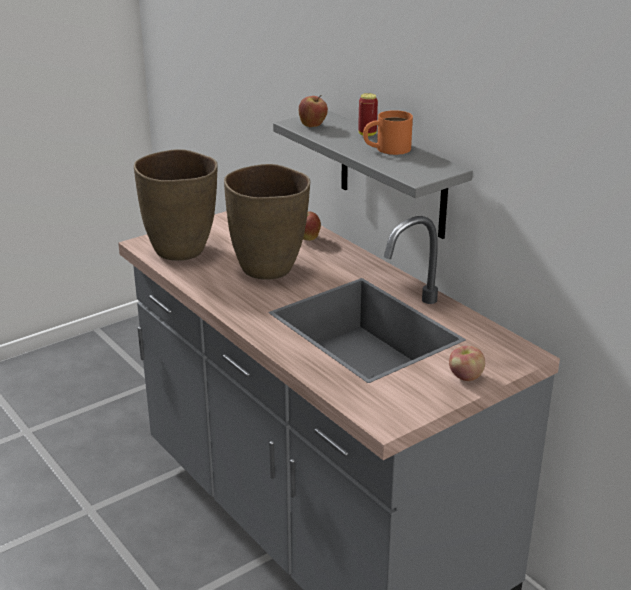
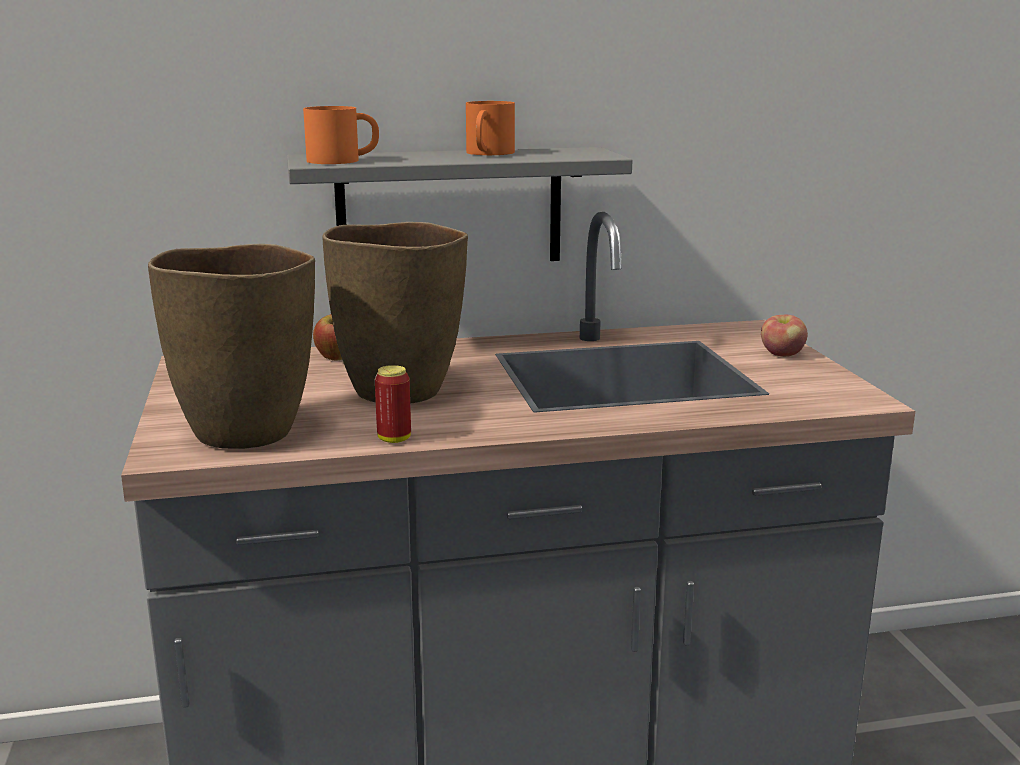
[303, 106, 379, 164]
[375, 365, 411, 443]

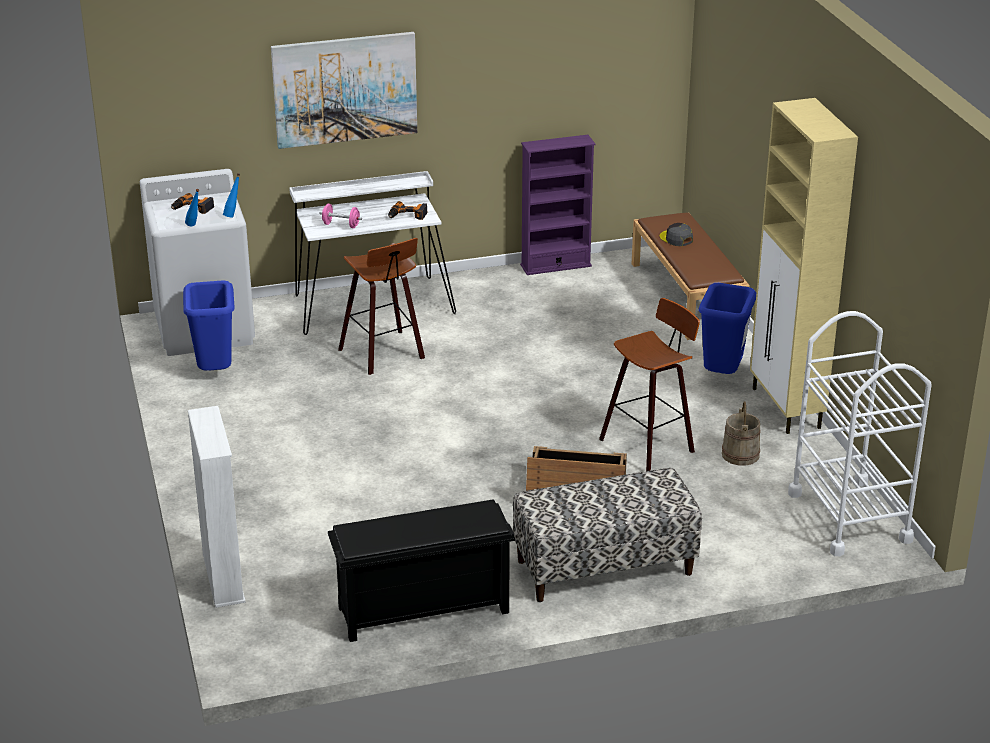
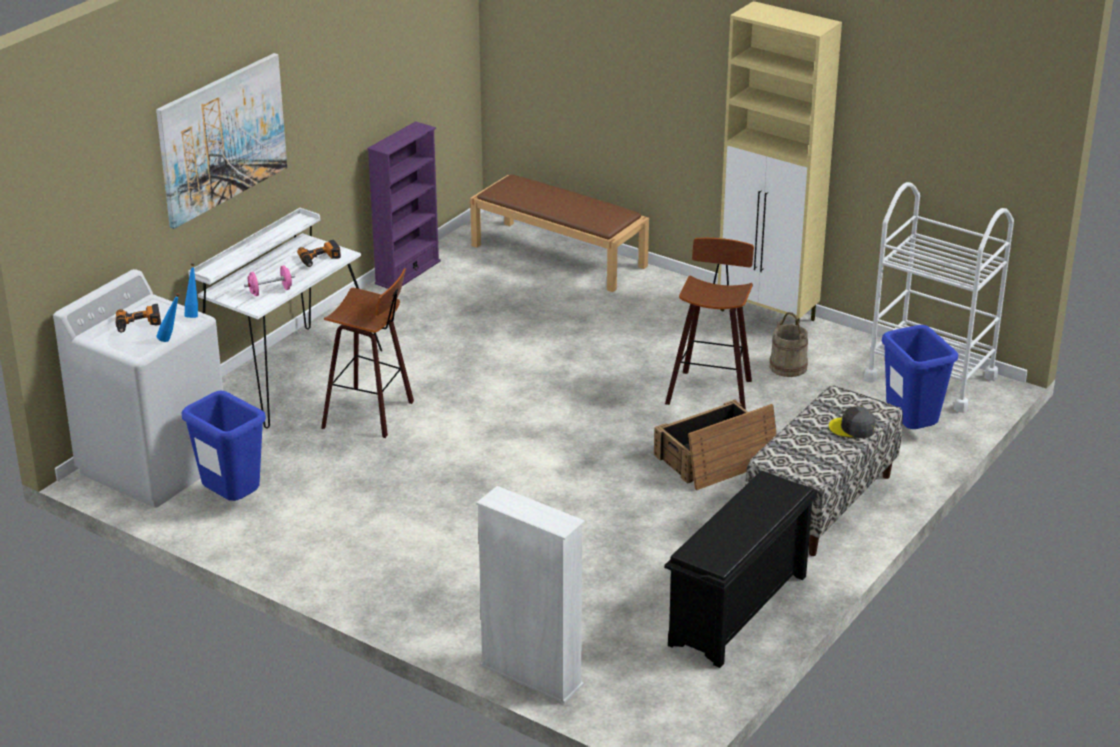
[829, 406, 876, 438]
[882, 325, 958, 429]

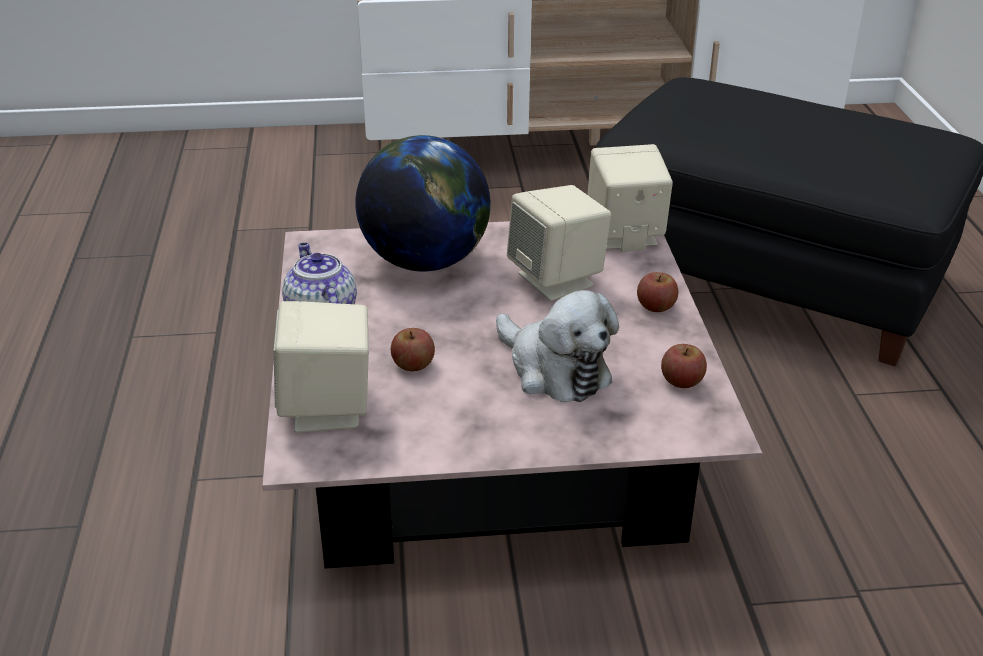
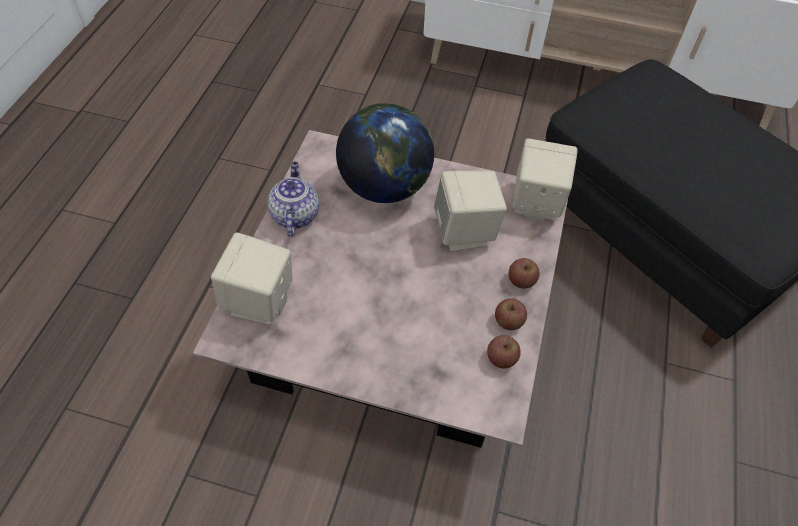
[495, 298, 527, 330]
[496, 290, 619, 402] (first image)

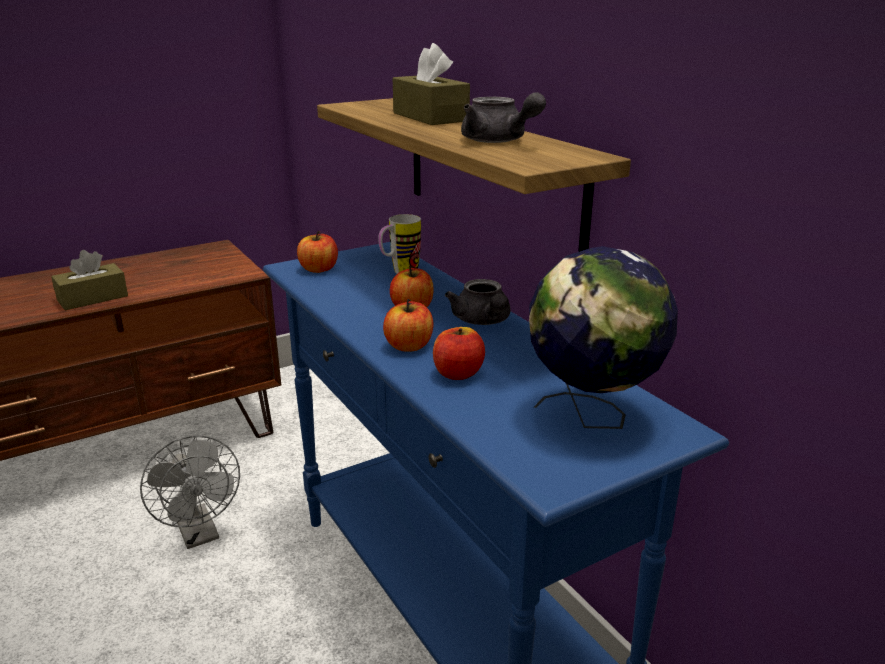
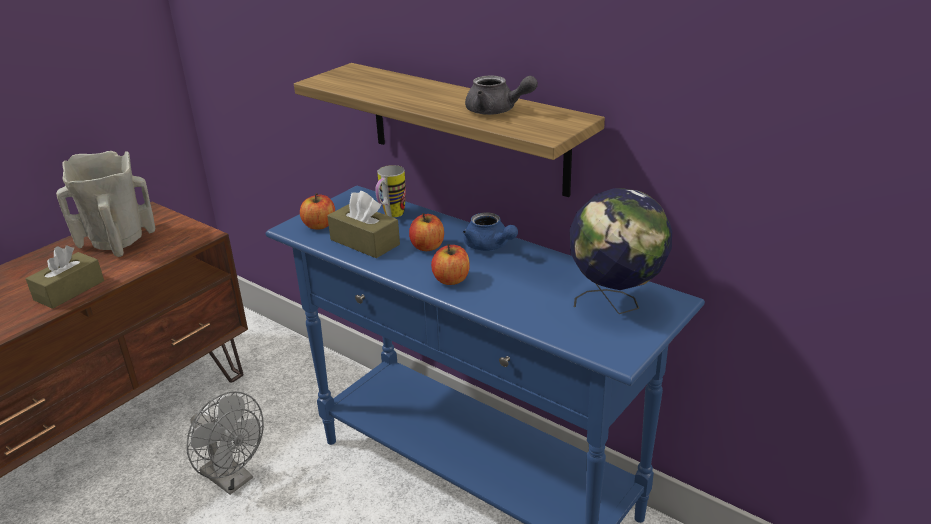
[56, 151, 155, 257]
[327, 191, 400, 258]
[462, 212, 518, 251]
[433, 327, 485, 380] (first image)

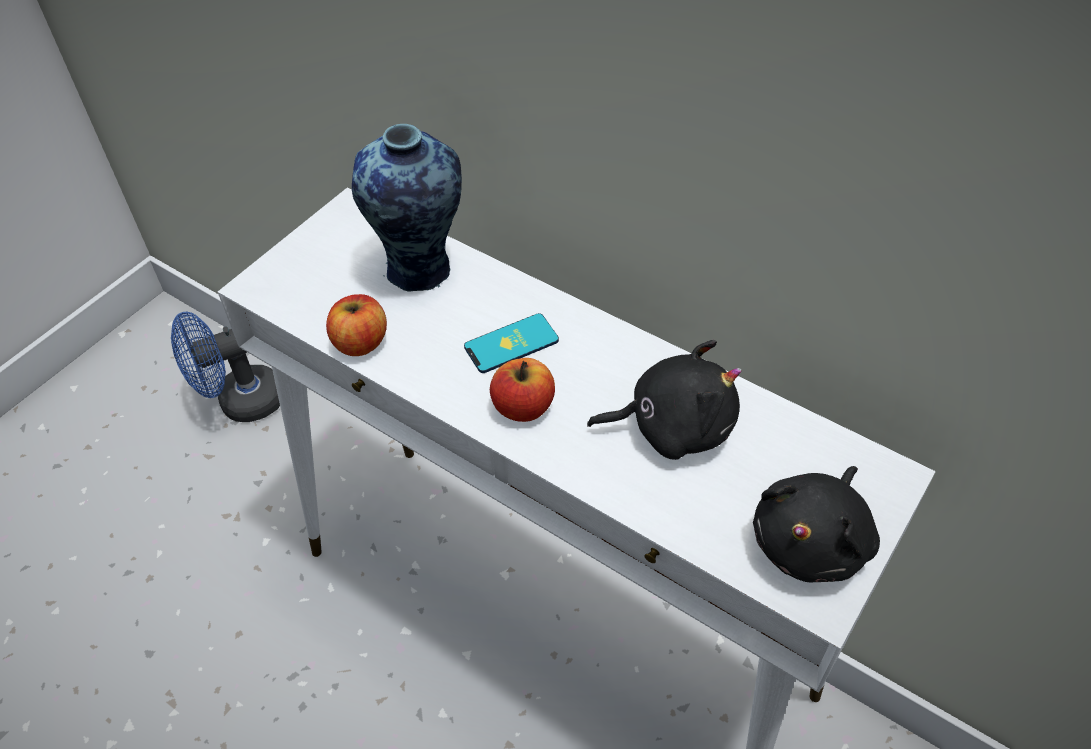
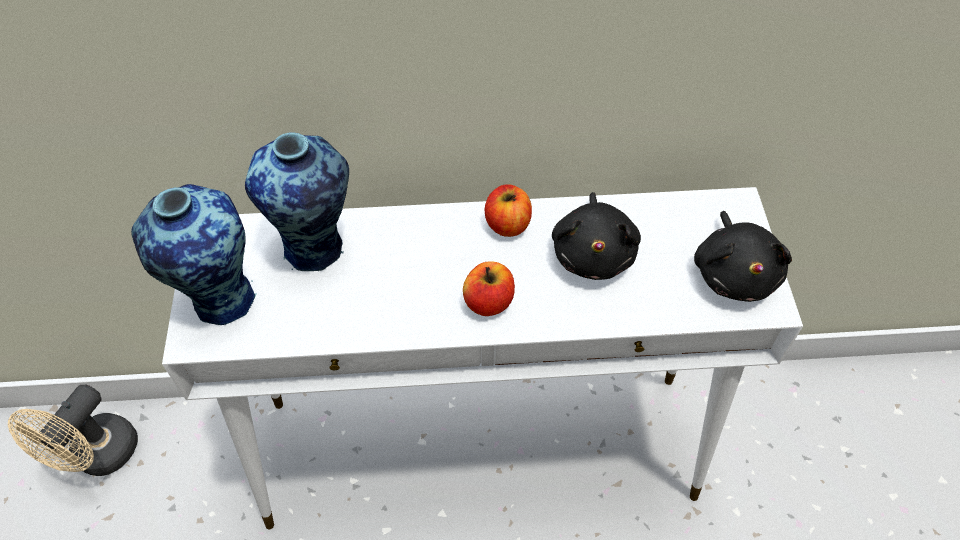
[8, 384, 138, 476]
[131, 184, 257, 325]
[485, 184, 532, 237]
[552, 192, 641, 280]
[464, 313, 559, 373] (first image)

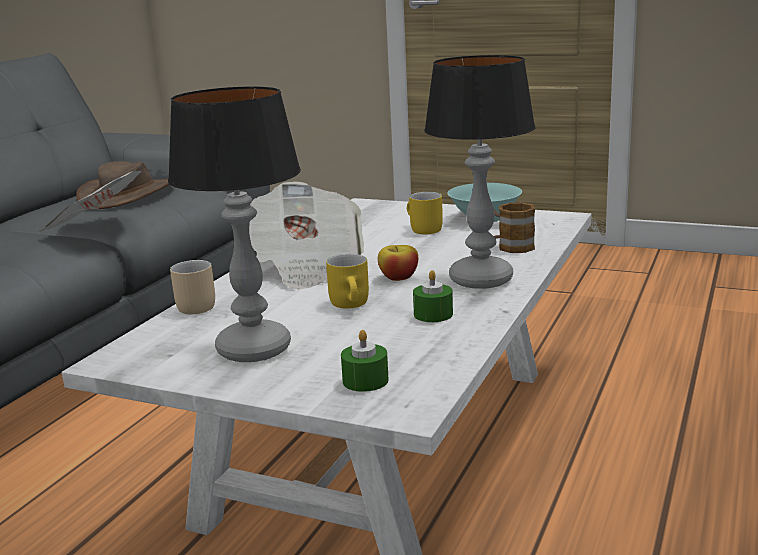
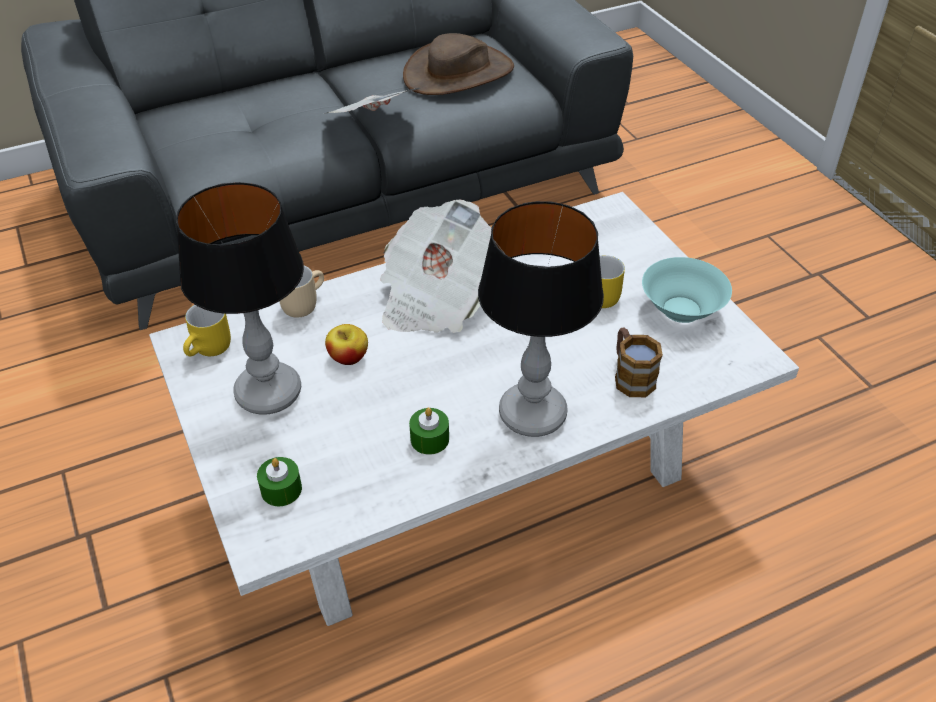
[183, 305, 231, 356]
[325, 324, 368, 365]

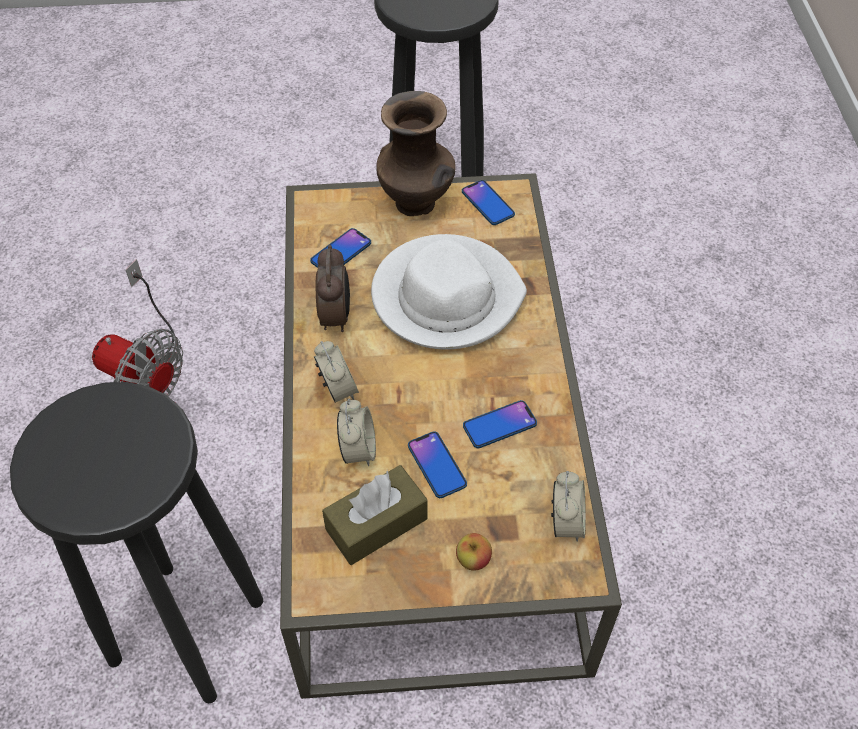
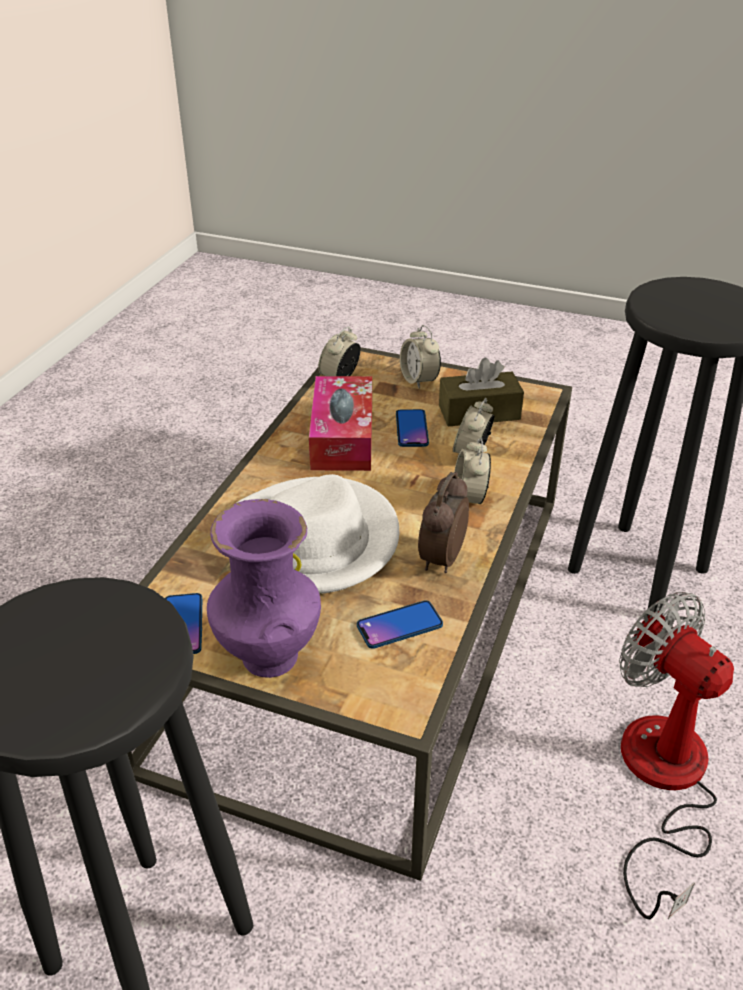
[207, 499, 321, 678]
[309, 376, 372, 471]
[400, 325, 441, 389]

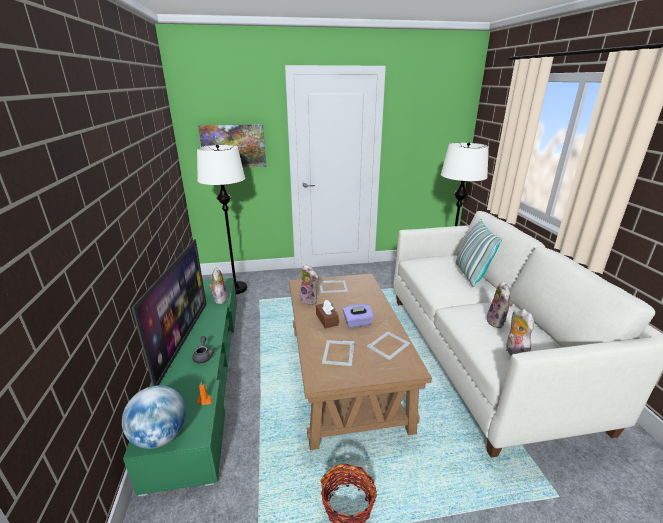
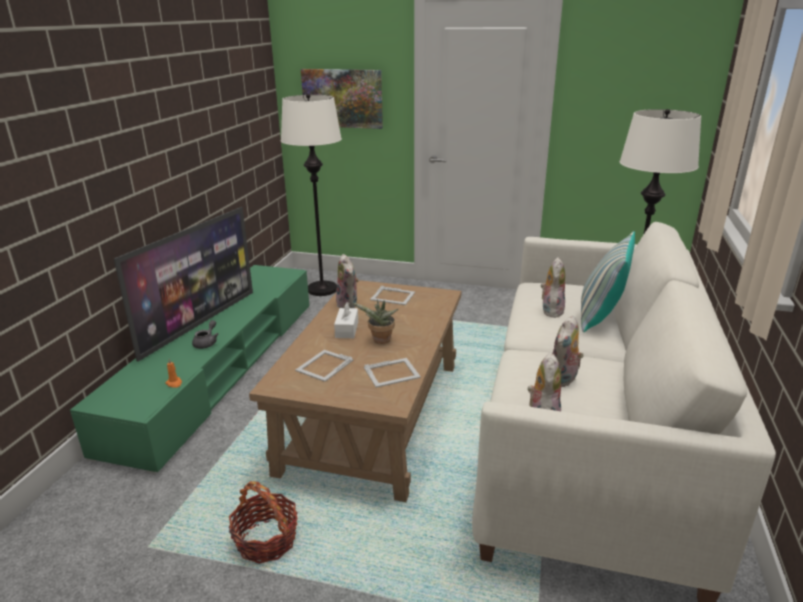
[334, 302, 358, 338]
[352, 299, 398, 344]
[541, 257, 565, 318]
[122, 385, 186, 449] (first image)

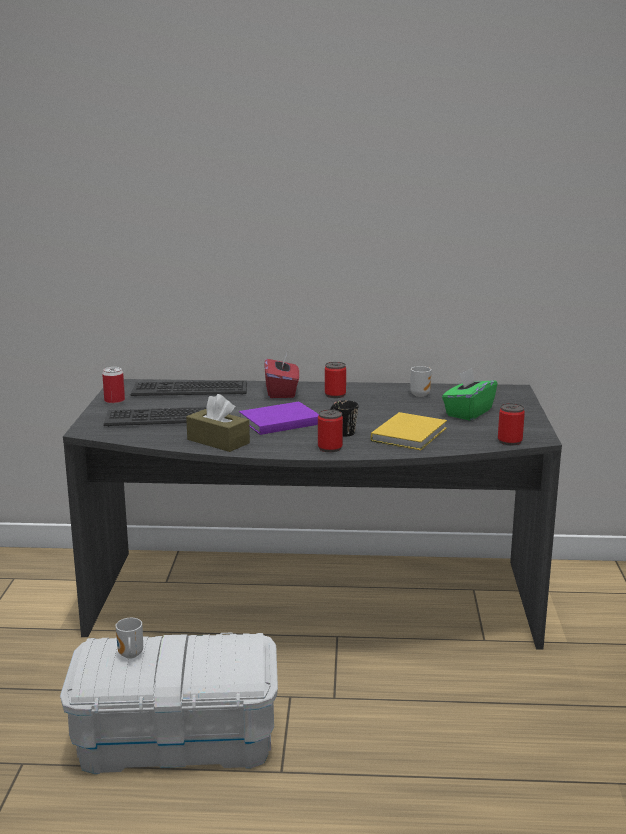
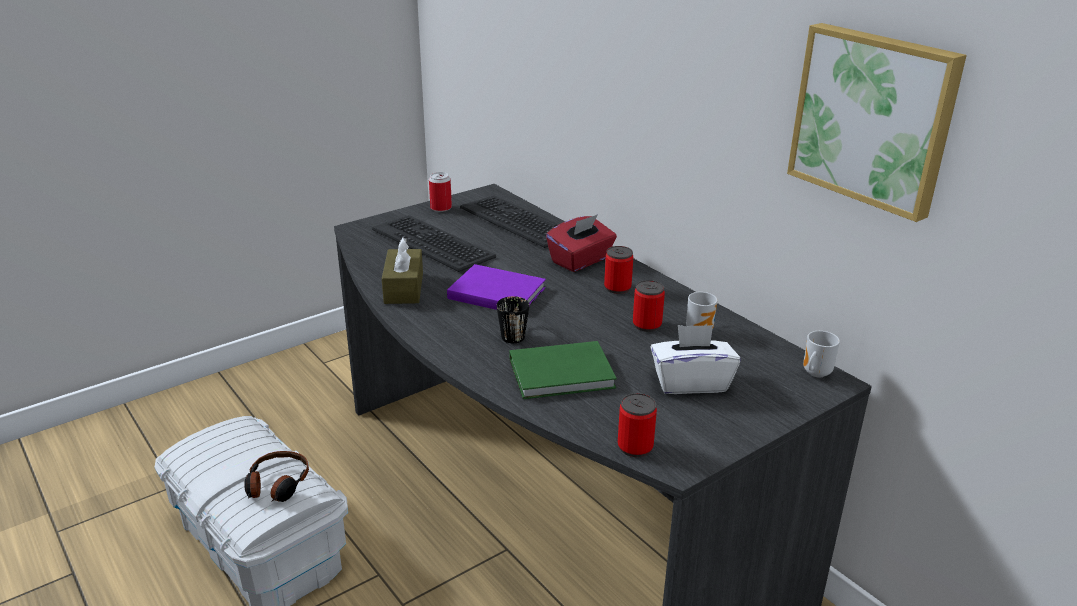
[244, 451, 309, 502]
[510, 341, 617, 399]
[633, 280, 665, 332]
[651, 325, 740, 394]
[787, 23, 967, 222]
[803, 331, 840, 378]

